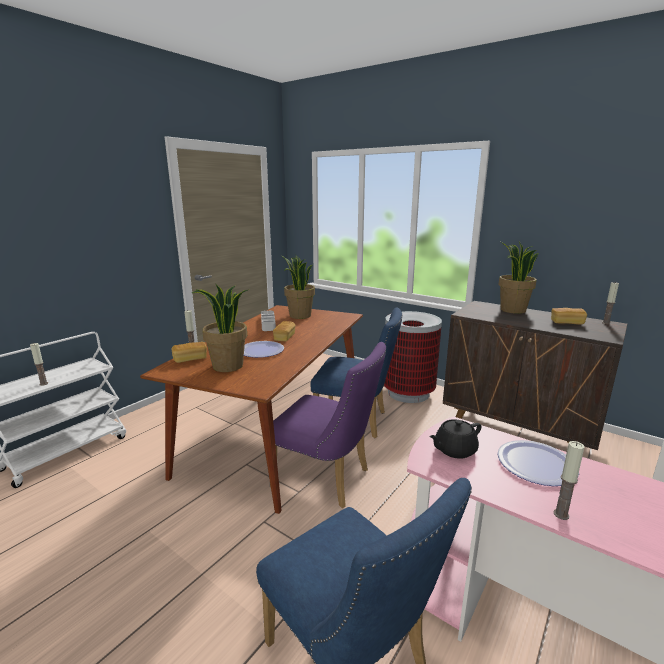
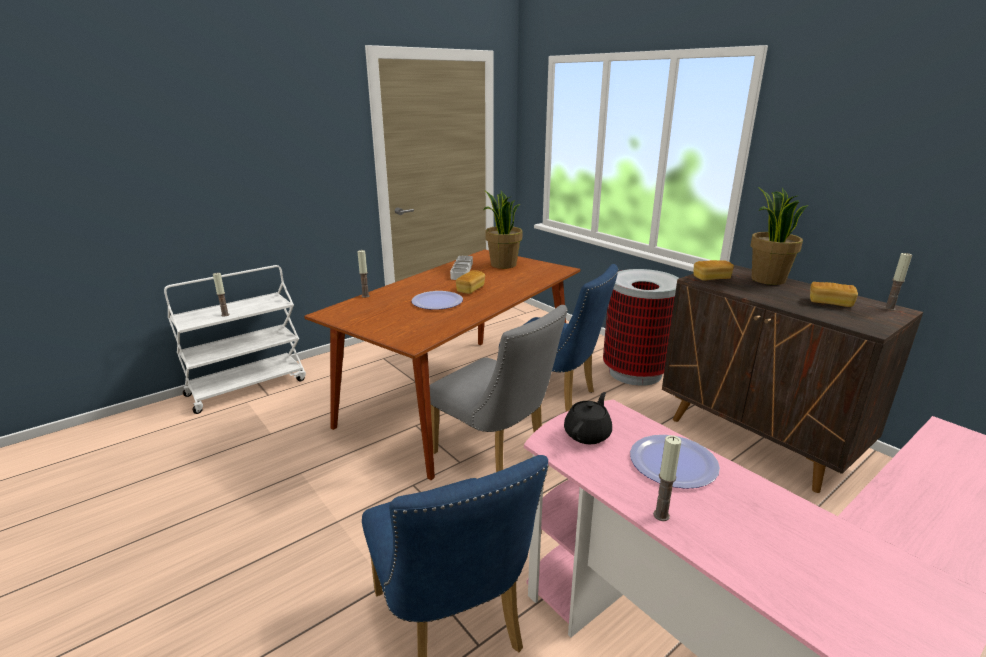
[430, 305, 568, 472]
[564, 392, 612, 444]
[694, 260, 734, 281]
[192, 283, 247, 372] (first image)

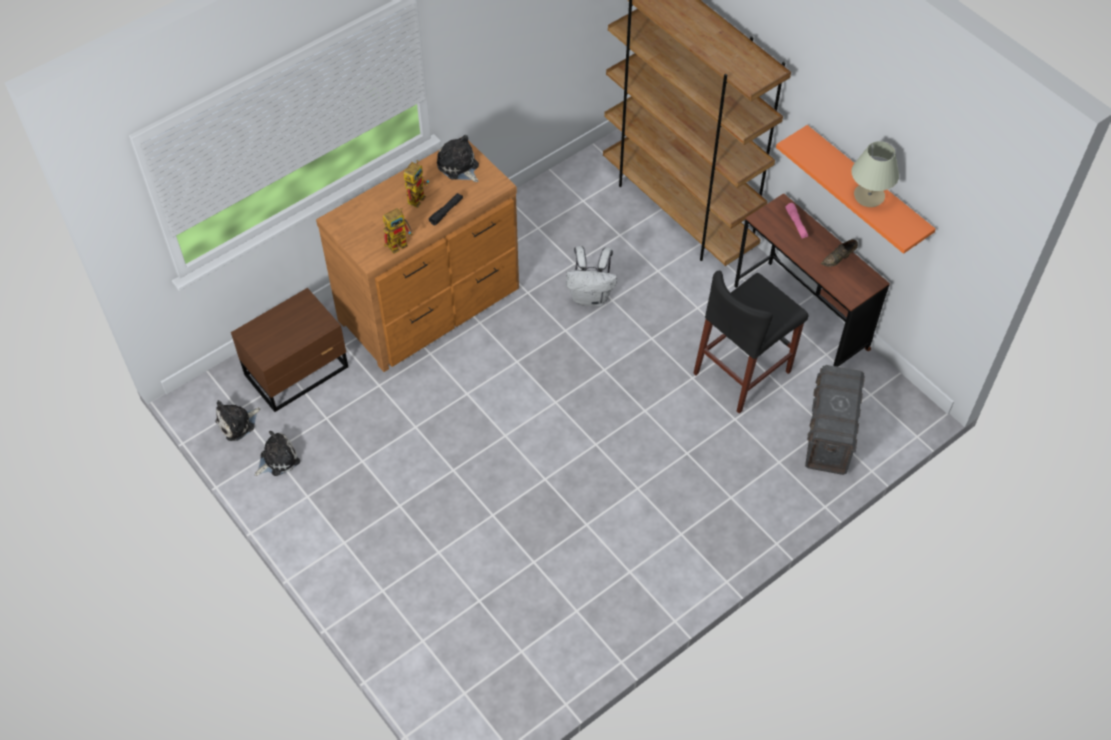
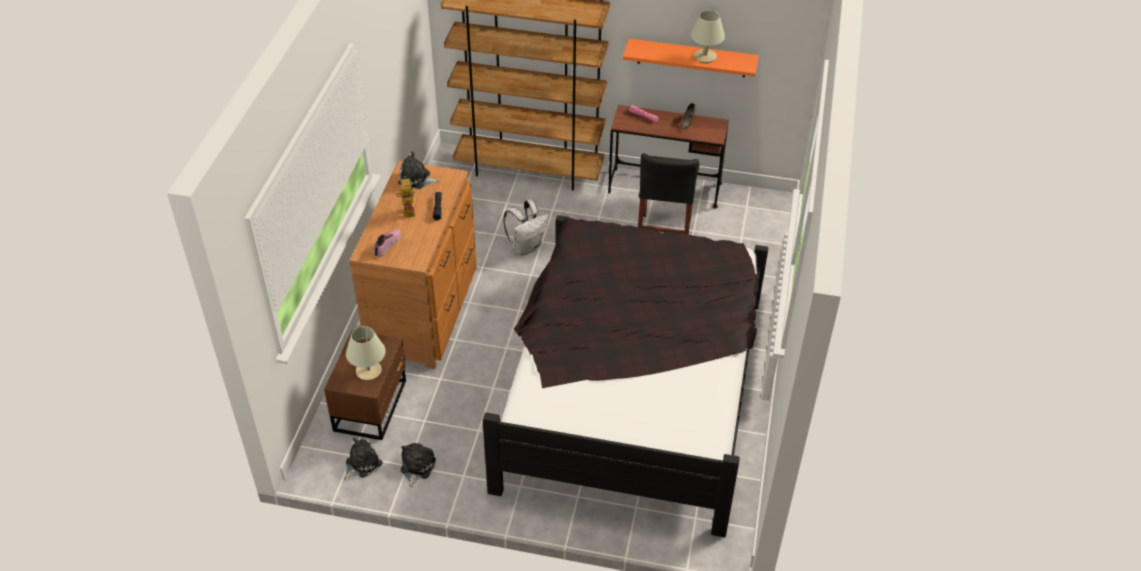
[344, 438, 383, 480]
[346, 326, 386, 381]
[373, 229, 401, 257]
[483, 215, 769, 538]
[383, 208, 413, 254] (first image)
[805, 365, 865, 475] (first image)

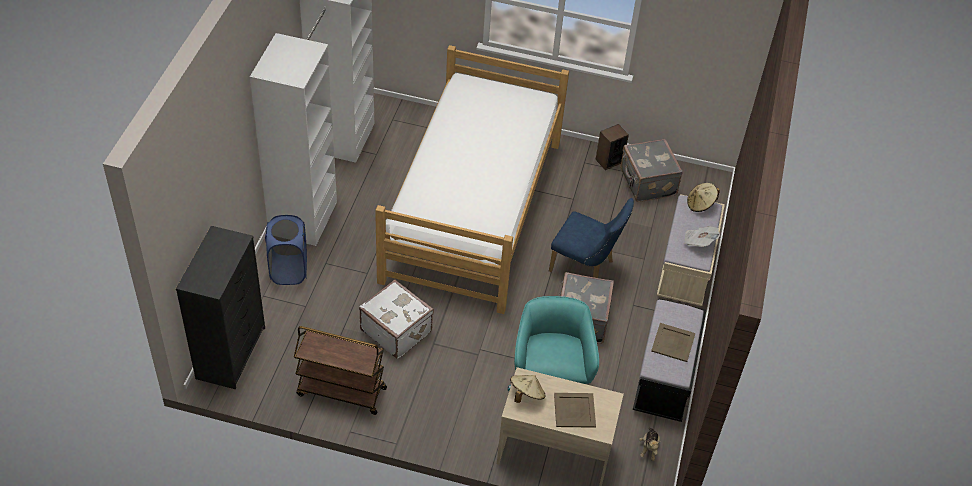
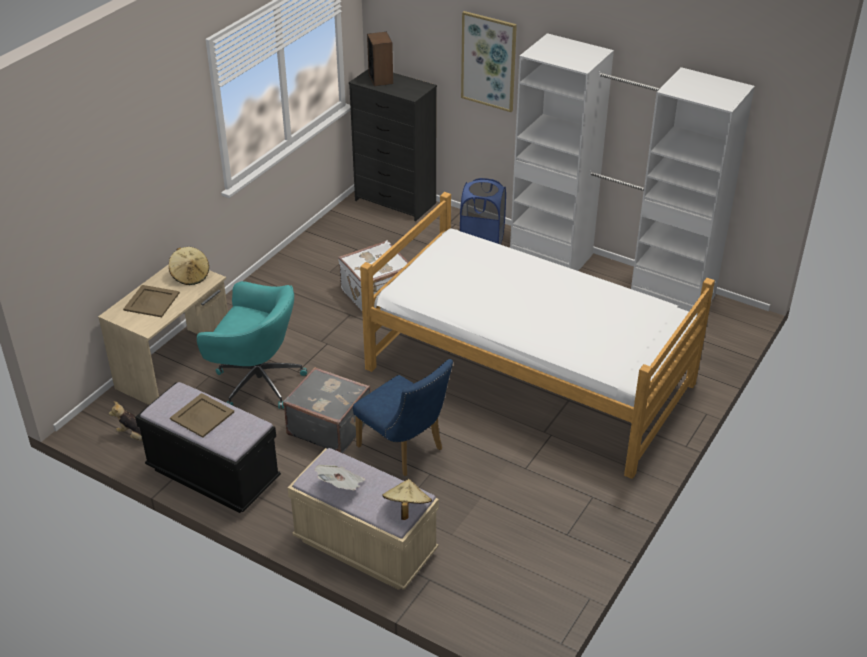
[353, 359, 453, 476]
[367, 32, 393, 86]
[461, 11, 517, 112]
[294, 326, 387, 415] (first image)
[620, 139, 683, 202] (first image)

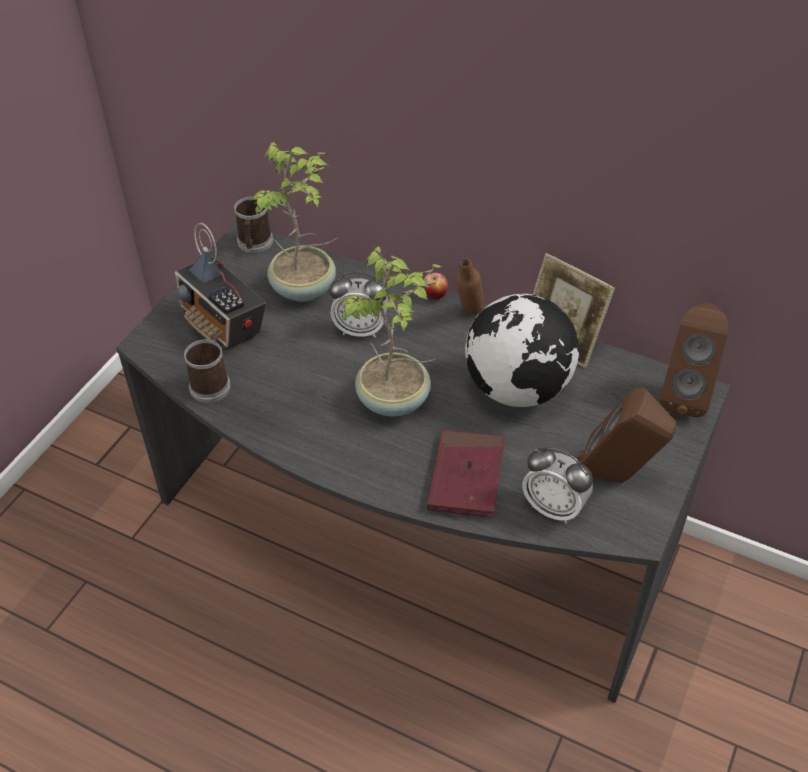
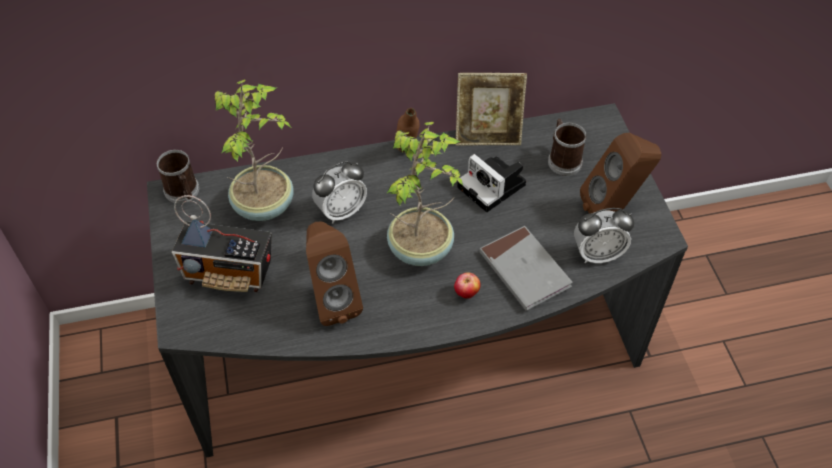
[306, 222, 363, 326]
[454, 273, 481, 299]
[457, 154, 526, 212]
[480, 226, 573, 311]
[548, 119, 586, 176]

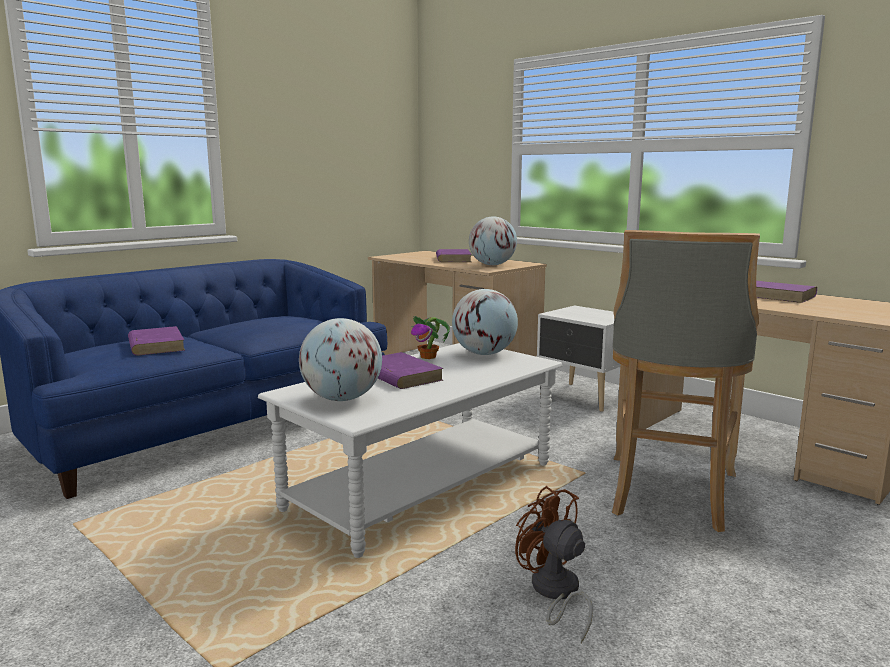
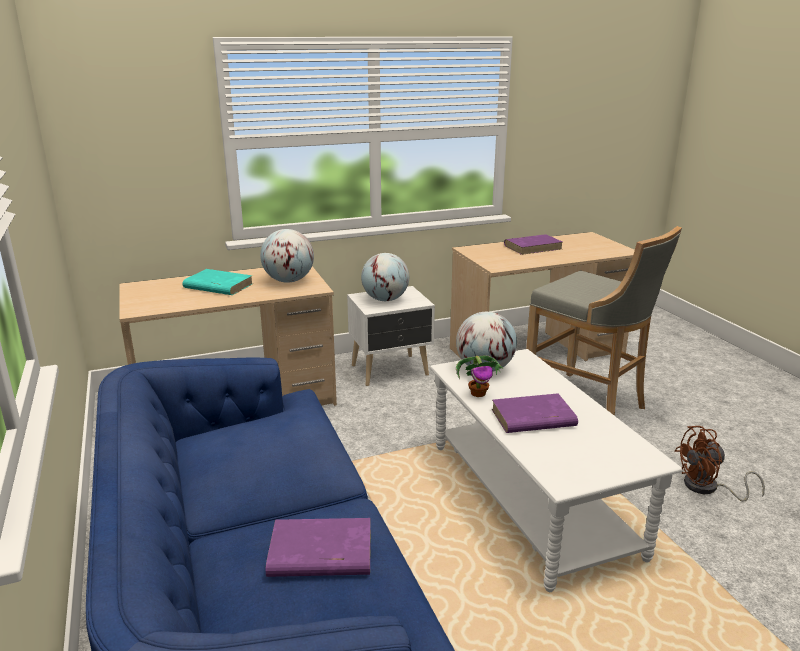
[182, 269, 253, 295]
[361, 253, 409, 301]

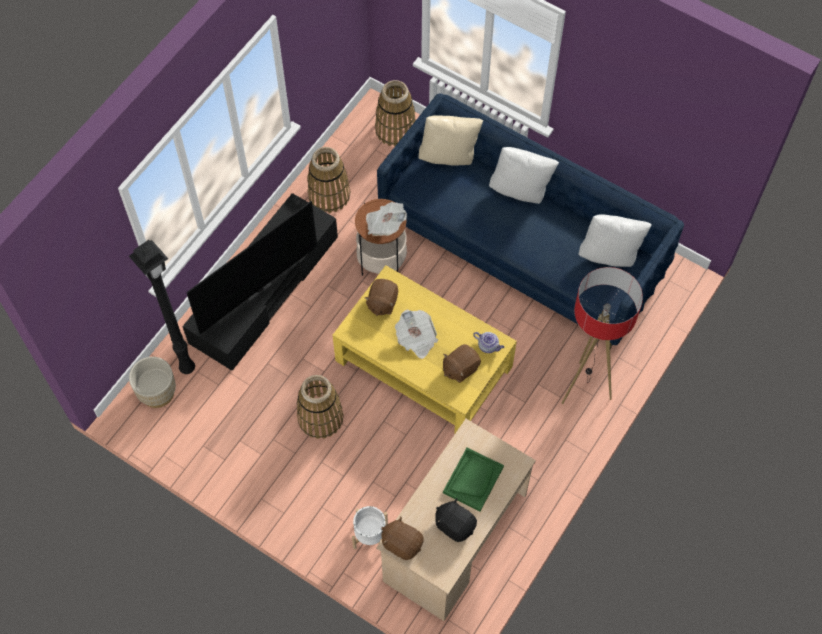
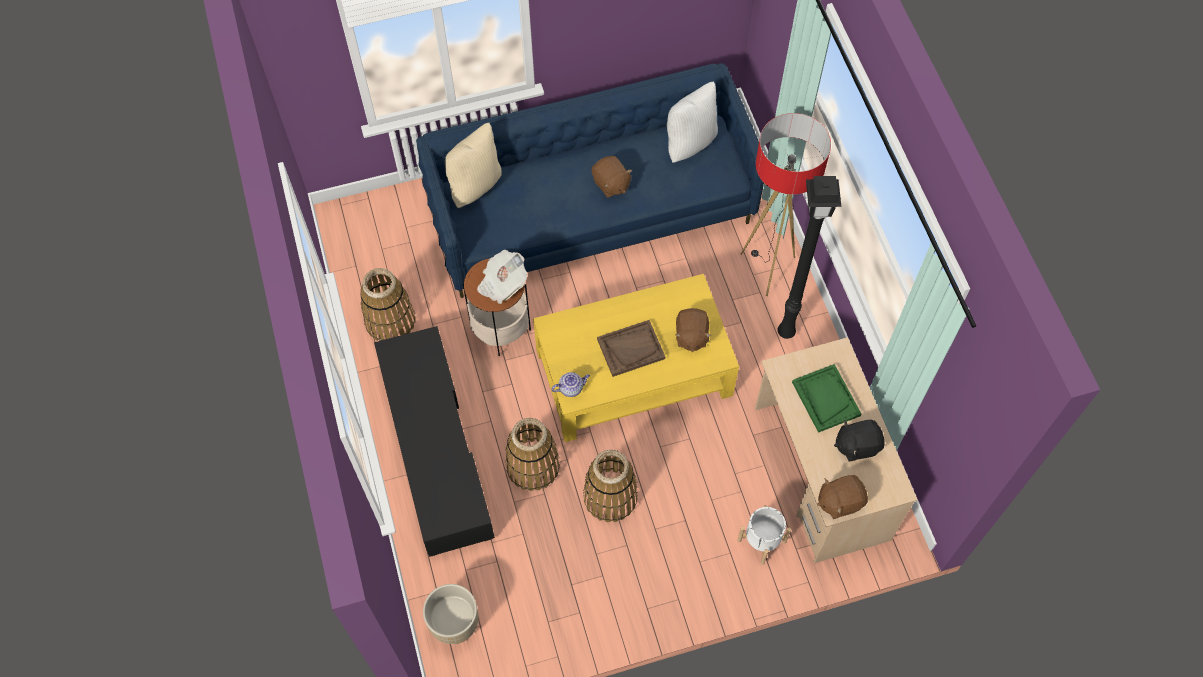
[506, 418, 560, 491]
[551, 372, 590, 397]
[592, 156, 632, 198]
[597, 320, 665, 377]
[778, 176, 841, 339]
[186, 201, 317, 334] (first image)
[489, 147, 559, 204] (first image)

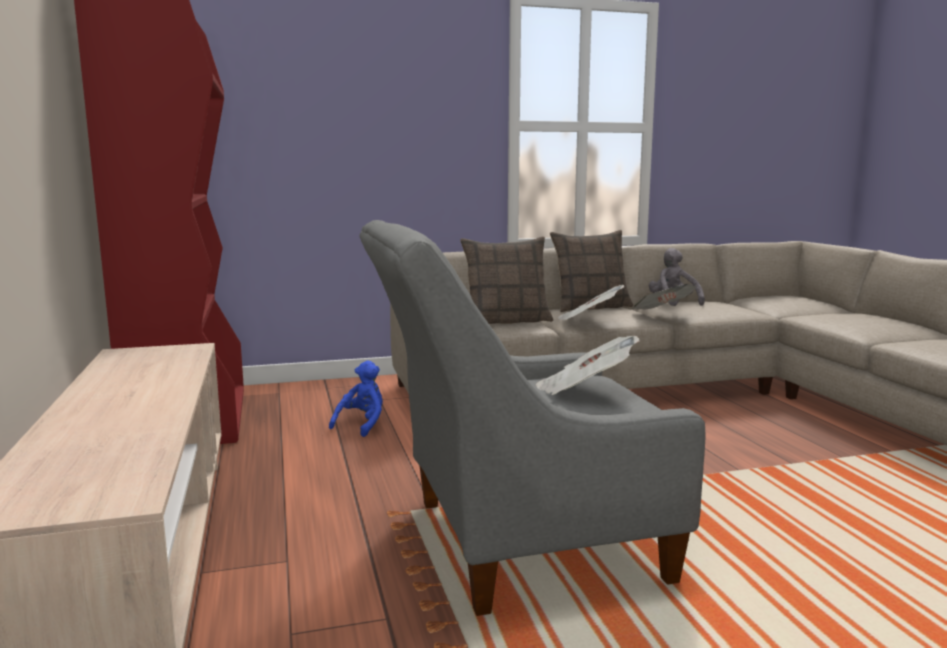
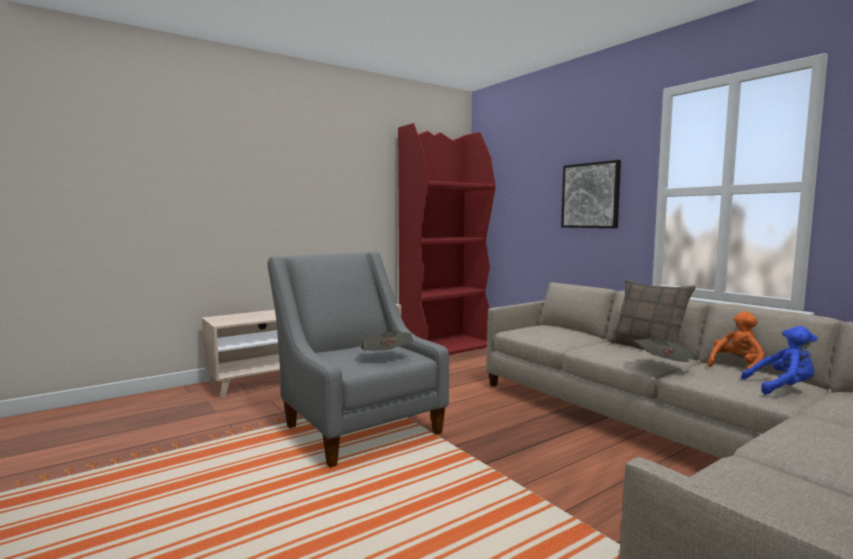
[561, 160, 621, 228]
[707, 311, 764, 370]
[741, 326, 818, 394]
[460, 236, 553, 324] (first image)
[558, 285, 624, 321] (first image)

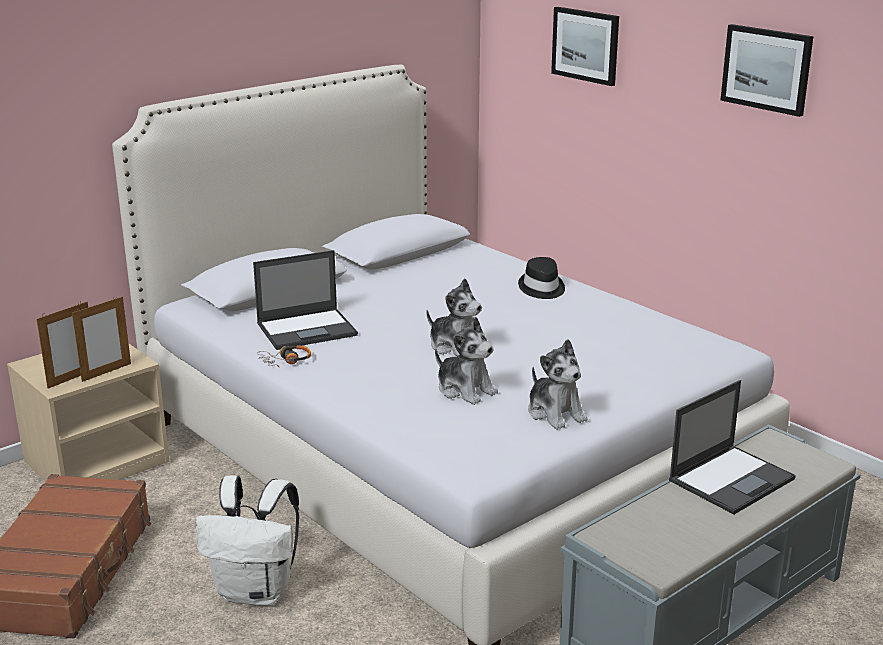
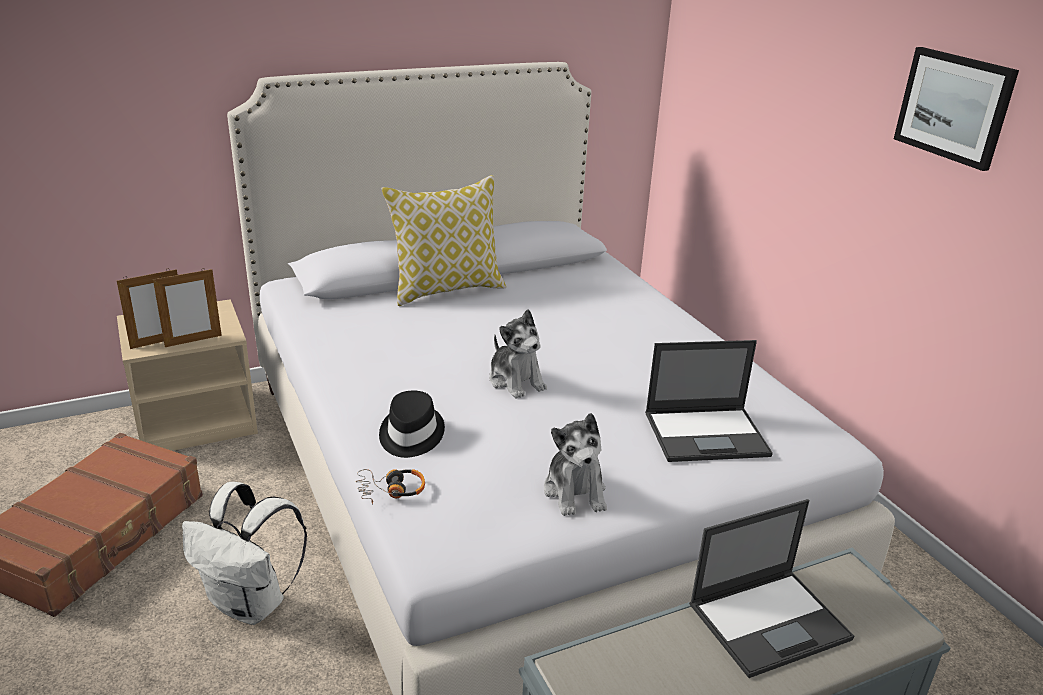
[356, 469, 425, 504]
[379, 391, 445, 458]
[381, 175, 506, 306]
[645, 340, 773, 462]
[435, 317, 498, 405] (first image)
[551, 7, 619, 86] (first image)

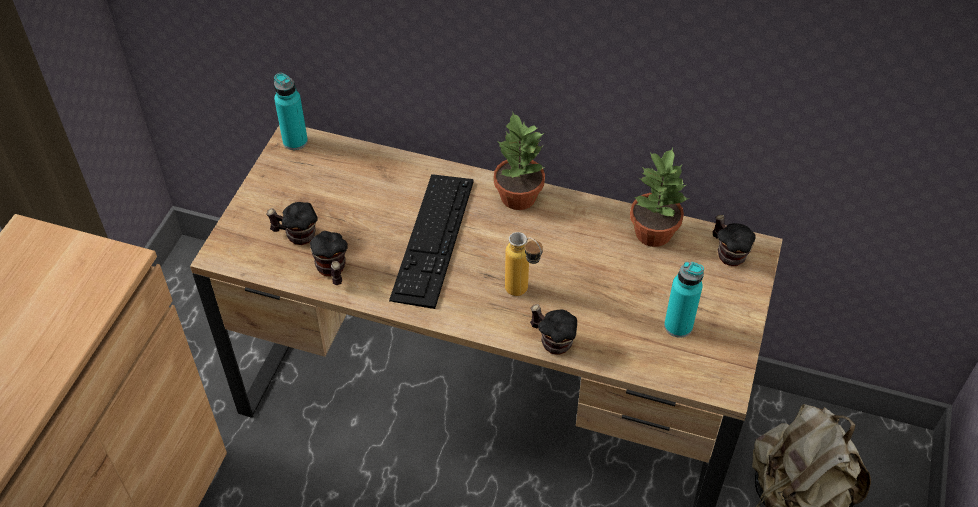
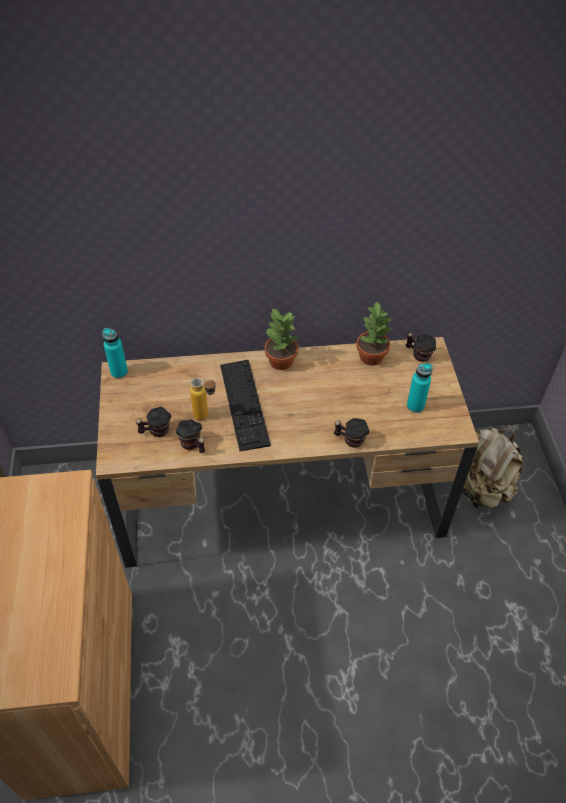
[190, 378, 216, 420]

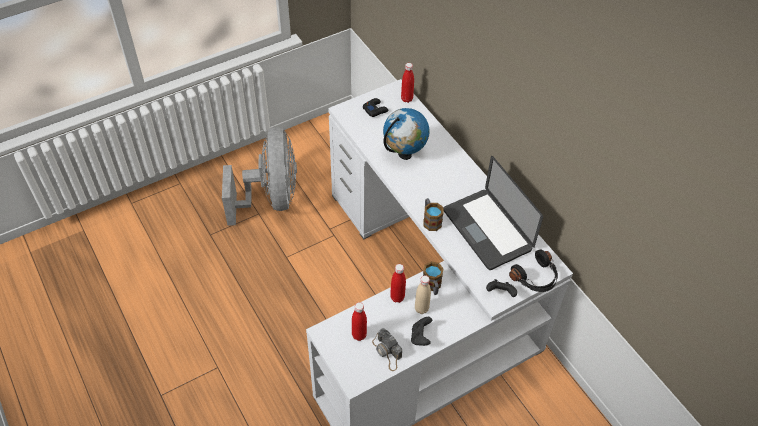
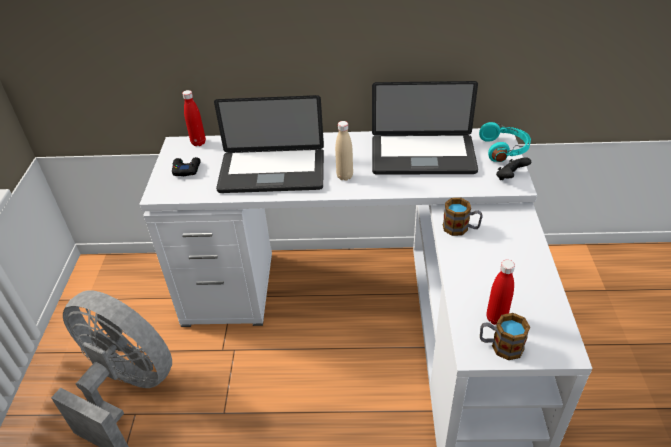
[214, 95, 324, 193]
[335, 121, 353, 181]
[479, 122, 531, 162]
[480, 313, 530, 360]
[372, 328, 402, 371] (first image)
[390, 264, 406, 303] (first image)
[411, 317, 432, 346] (first image)

